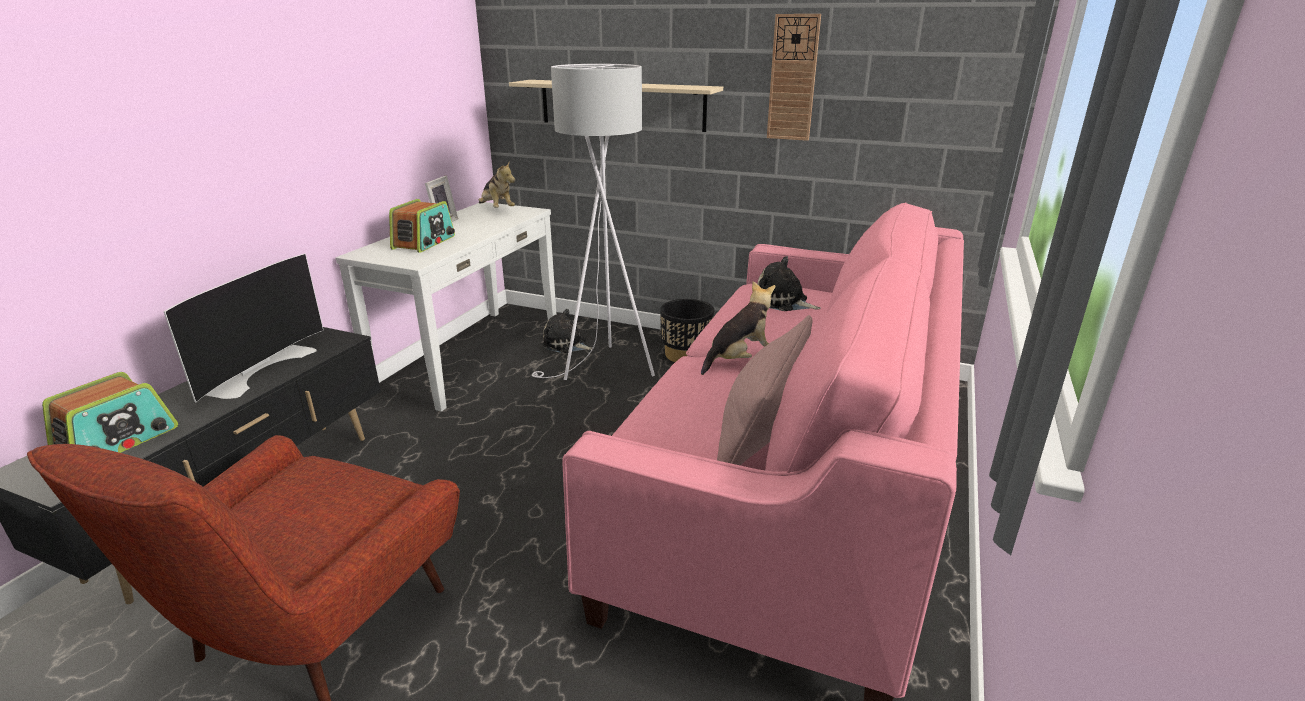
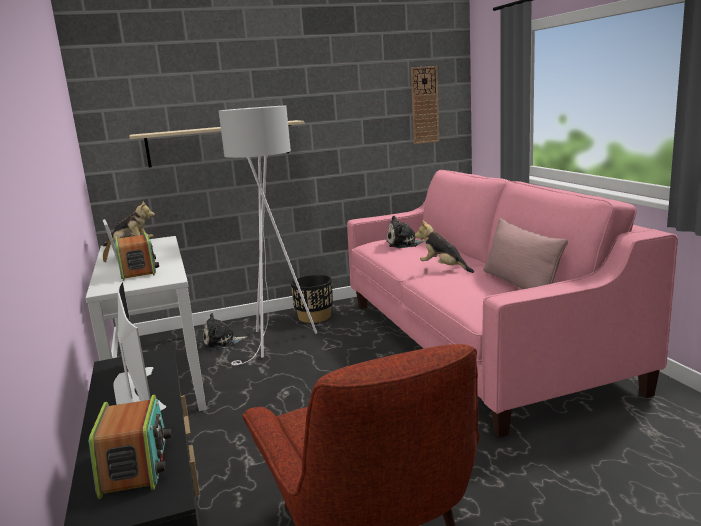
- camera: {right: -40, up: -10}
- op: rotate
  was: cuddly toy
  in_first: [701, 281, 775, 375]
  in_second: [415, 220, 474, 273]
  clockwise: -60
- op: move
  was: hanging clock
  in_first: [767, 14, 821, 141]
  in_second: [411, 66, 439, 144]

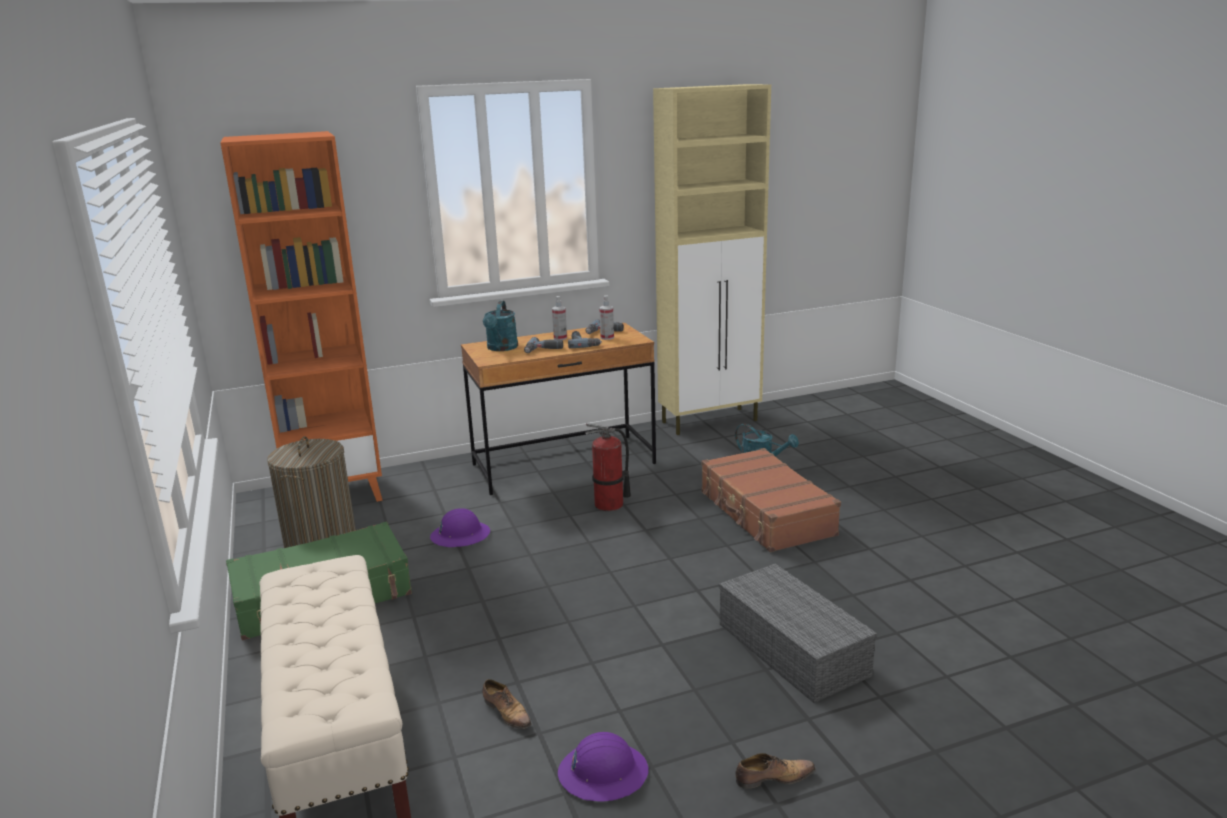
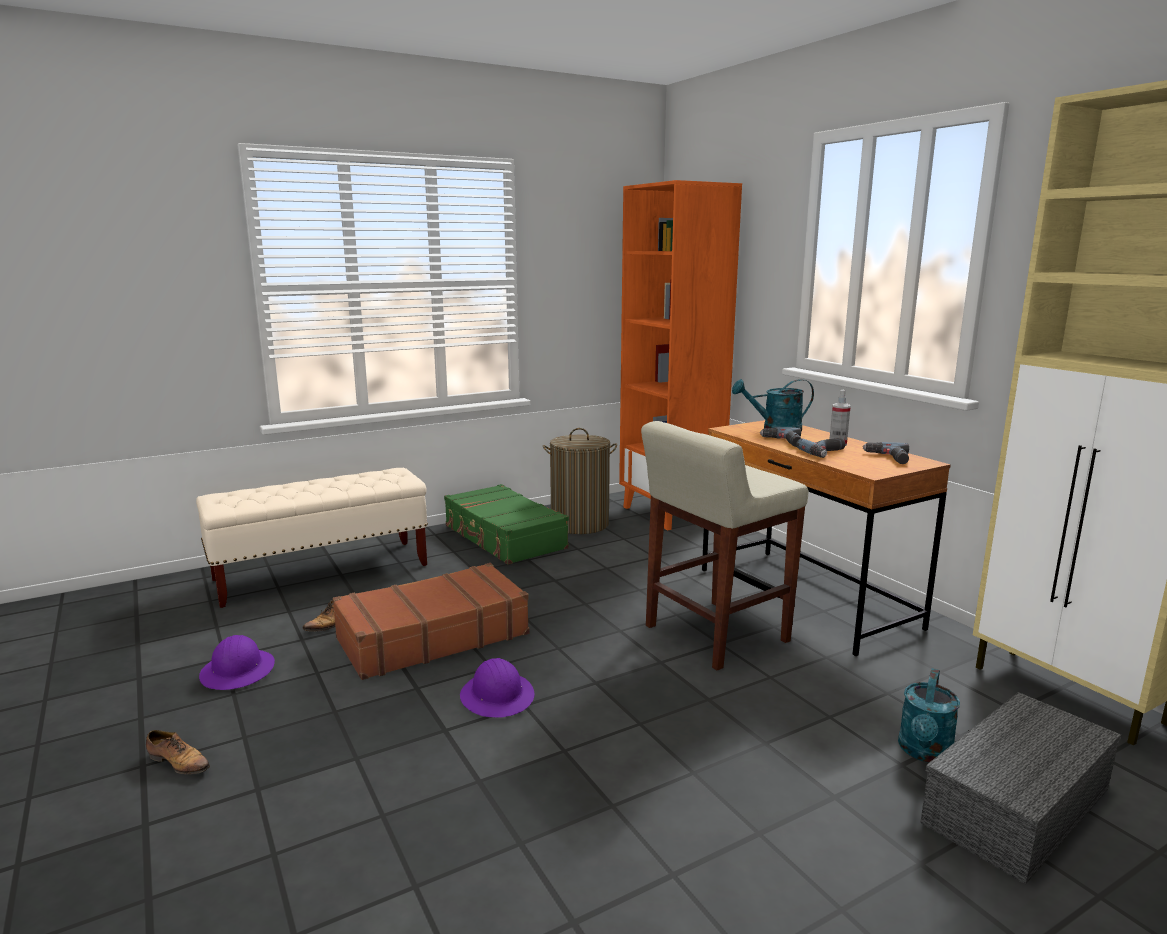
- camera: {right: 80, up: -5}
- op: move
  was: purplish work helmet
  in_first: [430, 508, 490, 547]
  in_second: [460, 658, 534, 718]
- op: replace
  was: extinguisher
  now: sand-coloured stool seat
  in_first: [585, 423, 631, 511]
  in_second: [641, 421, 808, 671]
- op: delete
  was: spray bottle
  in_first: [599, 295, 614, 340]
- op: move
  was: brown-coloured piece of luggage
  in_first: [702, 448, 841, 552]
  in_second: [332, 563, 530, 680]
- op: move
  was: gray storage box
  in_first: [719, 564, 877, 703]
  in_second: [920, 692, 1121, 885]
- op: rotate
  was: item of footwear
  in_first: [735, 753, 816, 789]
  in_second: [146, 730, 210, 774]
  clockwise: -45

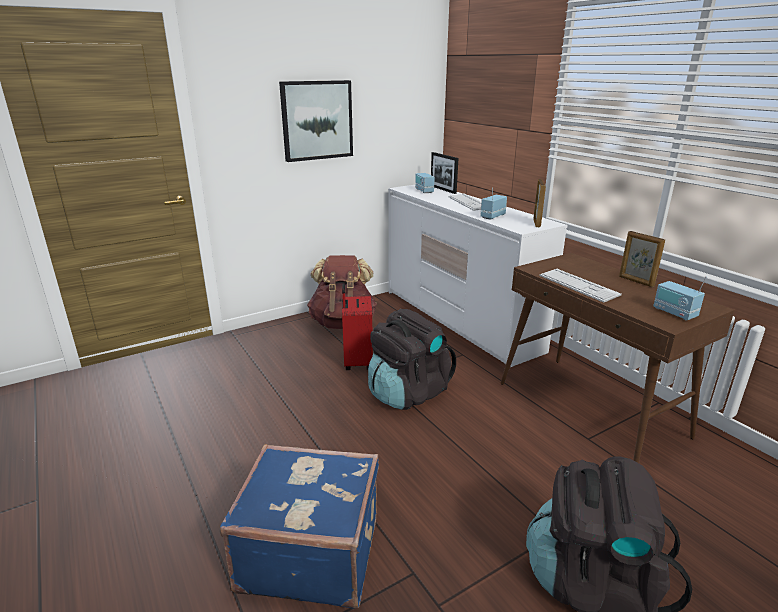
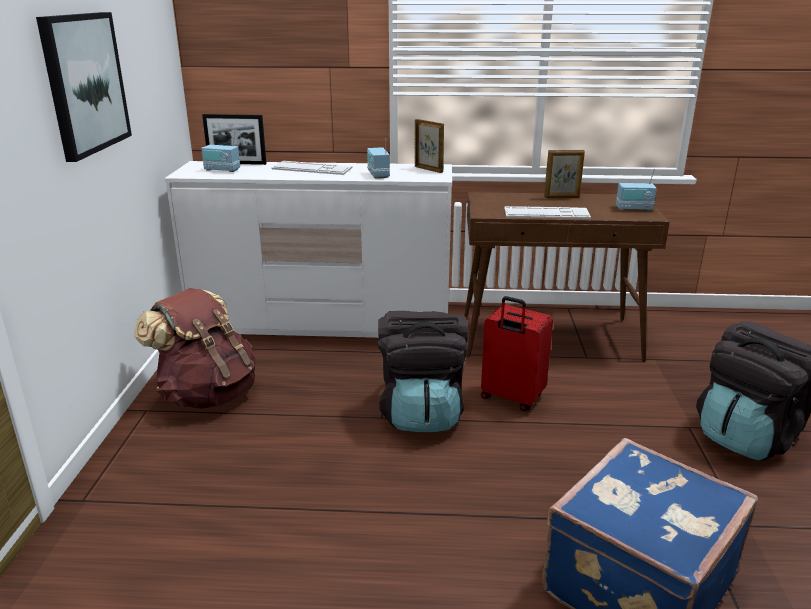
- camera: {right: -55, up: 0}
- op: move
  was: red-coloured piece of luggage
  in_first: [342, 284, 373, 370]
  in_second: [481, 296, 553, 411]

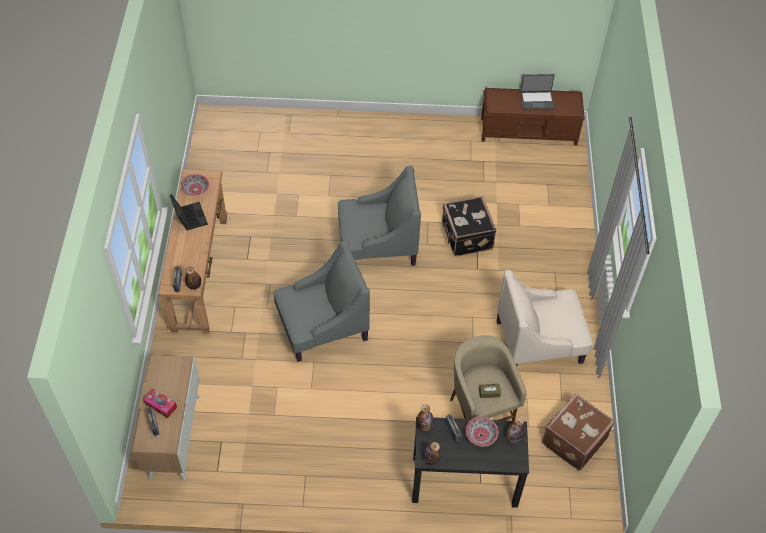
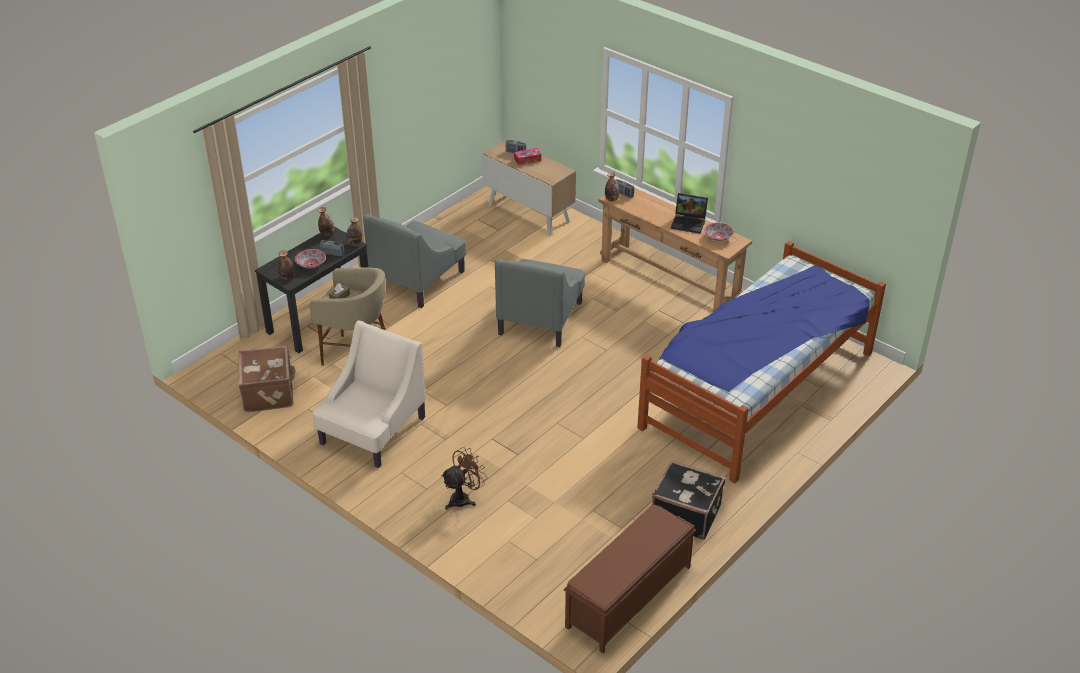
- camera: {right: 130, up: -15}
- op: move
  was: gray easy chair
  in_first: [338, 166, 421, 266]
  in_second: [363, 214, 466, 308]
- op: move
  was: black piece of luggage
  in_first: [442, 196, 496, 256]
  in_second: [652, 460, 726, 540]
- op: delete
  was: notebook computer
  in_first: [520, 74, 555, 110]
- op: insert
  now: brown-coloured electric fan
  in_second: [441, 447, 486, 510]
- op: insert
  now: bedroom bed
  in_second: [637, 241, 886, 483]

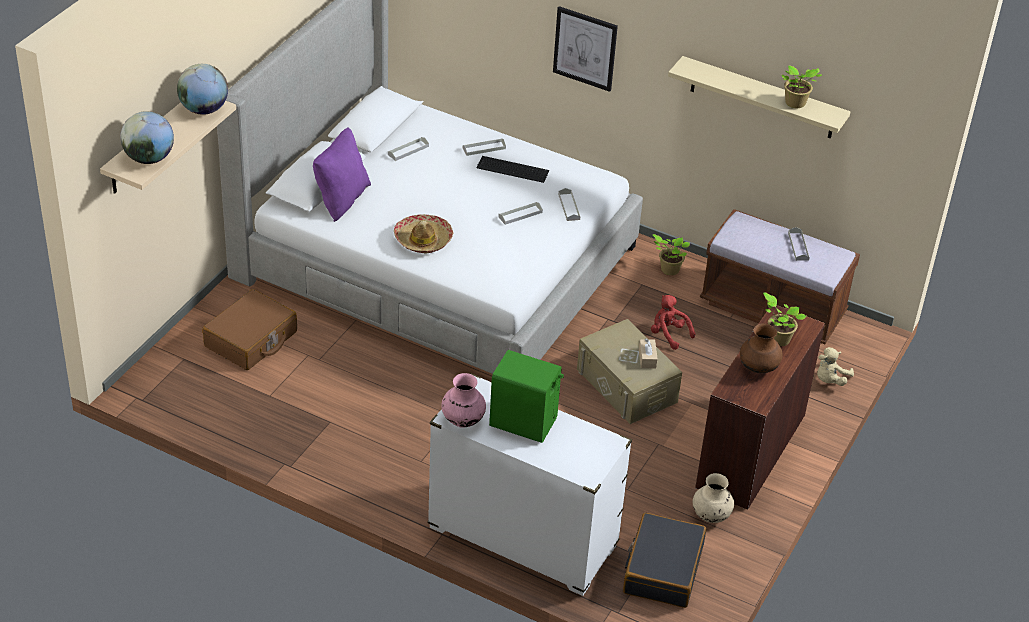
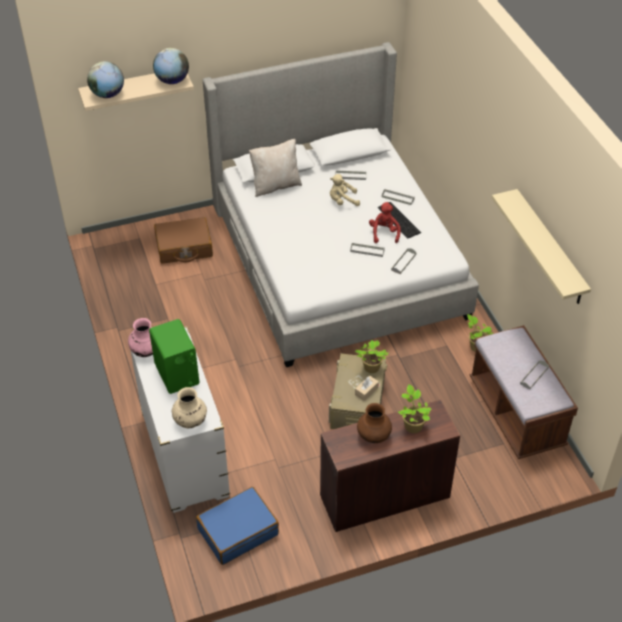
- camera: {right: 45, up: 5}
- op: recolor
  was: purplish pillow
  now: sand-coloured pillow
  in_first: [313, 127, 371, 222]
  in_second: [249, 139, 302, 197]
- op: delete
  was: hat
  in_first: [394, 214, 453, 253]
- op: delete
  was: wall picture
  in_first: [553, 6, 618, 92]
- op: recolor
  was: black piece of luggage
  now: blue piece of luggage
  in_first: [623, 513, 706, 608]
  in_second: [196, 487, 279, 565]
- op: move
  was: red-coloured cuddly toy
  in_first: [651, 295, 695, 350]
  in_second: [369, 202, 401, 243]
- op: move
  was: sand-coloured decorative vase
  in_first: [693, 473, 734, 523]
  in_second: [172, 387, 207, 428]
- op: move
  was: potted plant
  in_first: [782, 66, 822, 108]
  in_second: [355, 340, 388, 373]
- op: move
  was: sand-coloured cuddly toy
  in_first: [817, 347, 854, 386]
  in_second: [330, 174, 360, 206]

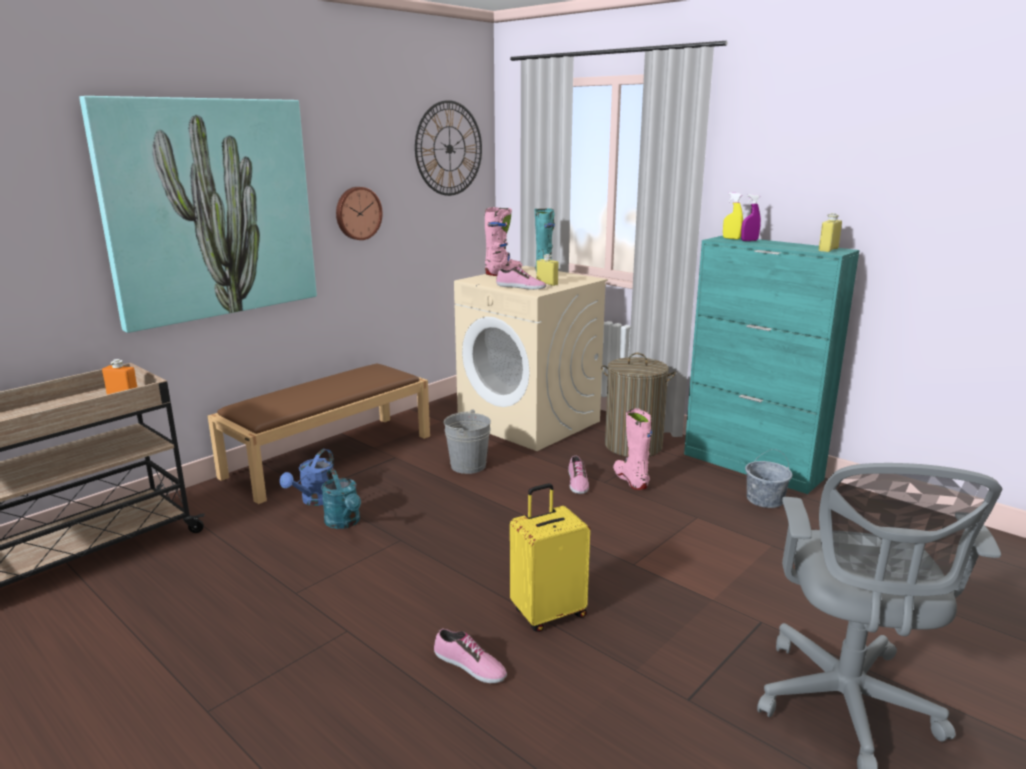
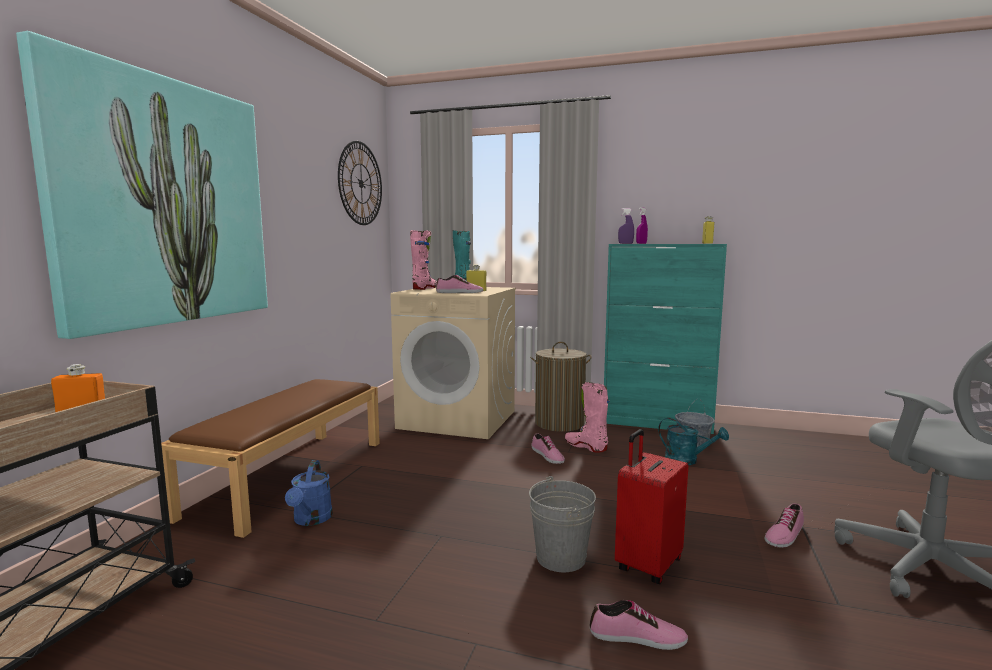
- camera: {right: -25, up: -10}
- op: move
  was: turquoise watering pot
  in_first: [321, 469, 361, 529]
  in_second: [658, 418, 729, 465]
- op: delete
  was: hanging clock
  in_first: [336, 187, 383, 240]
- op: move
  was: gray water bucket
  in_first: [444, 409, 491, 474]
  in_second: [529, 476, 596, 572]
- op: recolor
  was: yellowish piece of luggage
  now: red-coloured piece of luggage
  in_first: [510, 483, 590, 632]
  in_second: [615, 429, 688, 584]
- op: recolor
  was: yellowish spray bottle
  now: purplish spray bottle
  in_first: [723, 192, 743, 240]
  in_second: [618, 208, 634, 244]
- op: insert
  now: item of footwear
  in_second: [764, 503, 804, 548]

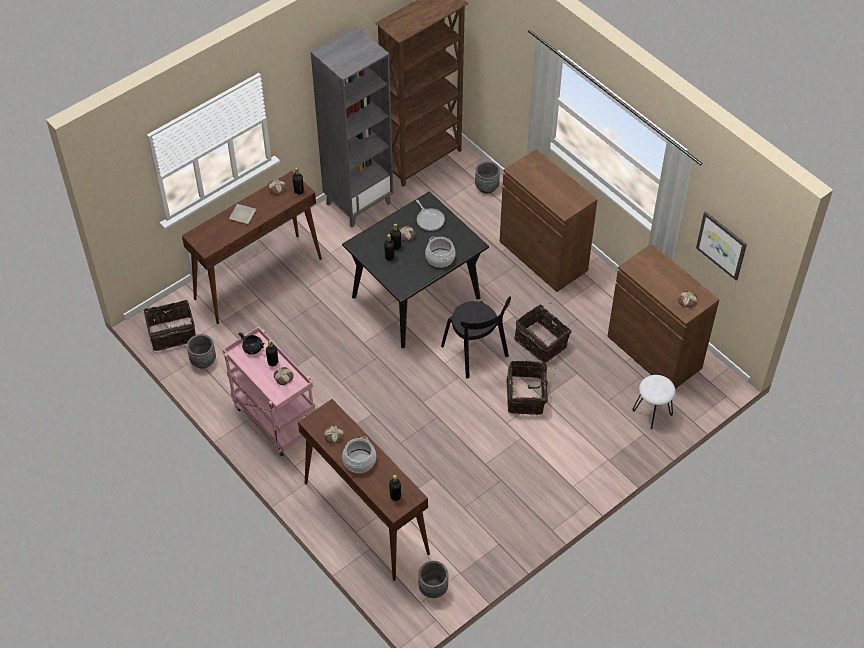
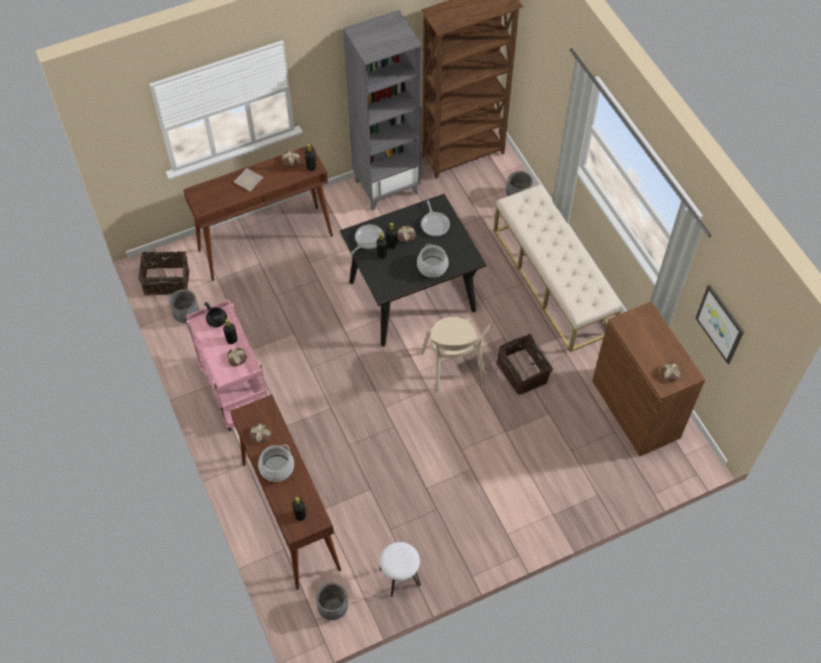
- camera: {right: 15, up: 5}
- op: recolor
  was: black upright chair
  now: sand-coloured upright chair
  in_first: [441, 296, 511, 379]
  in_second: [421, 317, 491, 393]
- op: replace
  was: brown-coloured cabinet
  now: sand-coloured long seat
  in_first: [500, 149, 598, 292]
  in_second: [494, 184, 622, 352]
- op: delete
  was: storage basket
  in_first: [506, 360, 548, 415]
- op: move
  was: white stool seat
  in_first: [633, 375, 675, 429]
  in_second: [379, 542, 421, 597]
- op: insert
  now: frying pan
  in_second: [350, 224, 384, 255]

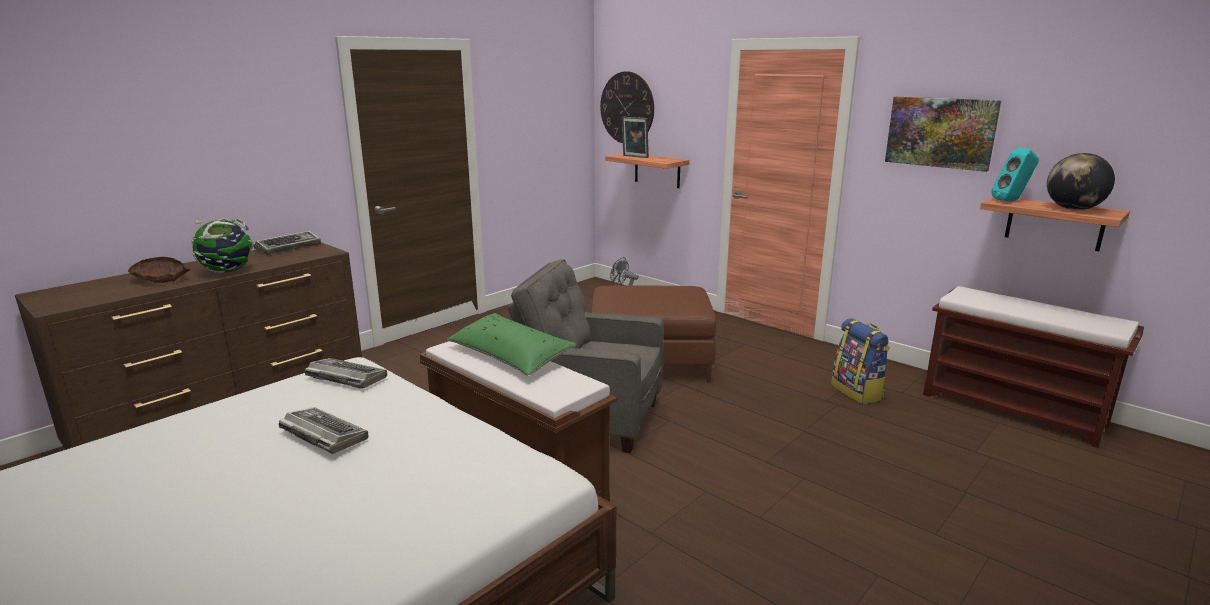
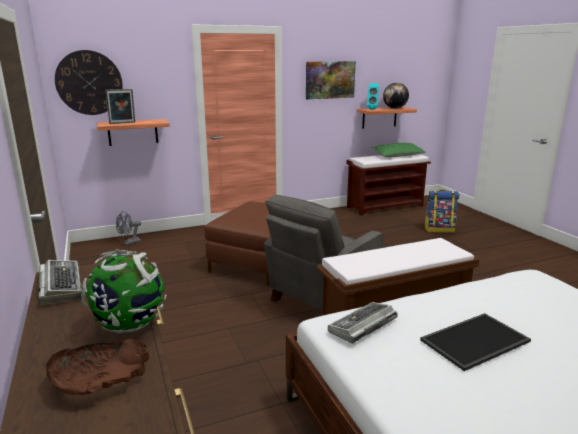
- camera: {right: -65, up: 0}
- op: replace
  was: computer keyboard
  now: tray
  in_first: [279, 407, 368, 454]
  in_second: [420, 313, 531, 371]
- op: move
  was: green-coloured pillow
  in_first: [447, 313, 577, 376]
  in_second: [371, 143, 426, 157]
- op: move
  was: backpack
  in_first: [831, 318, 890, 404]
  in_second: [424, 190, 459, 233]

